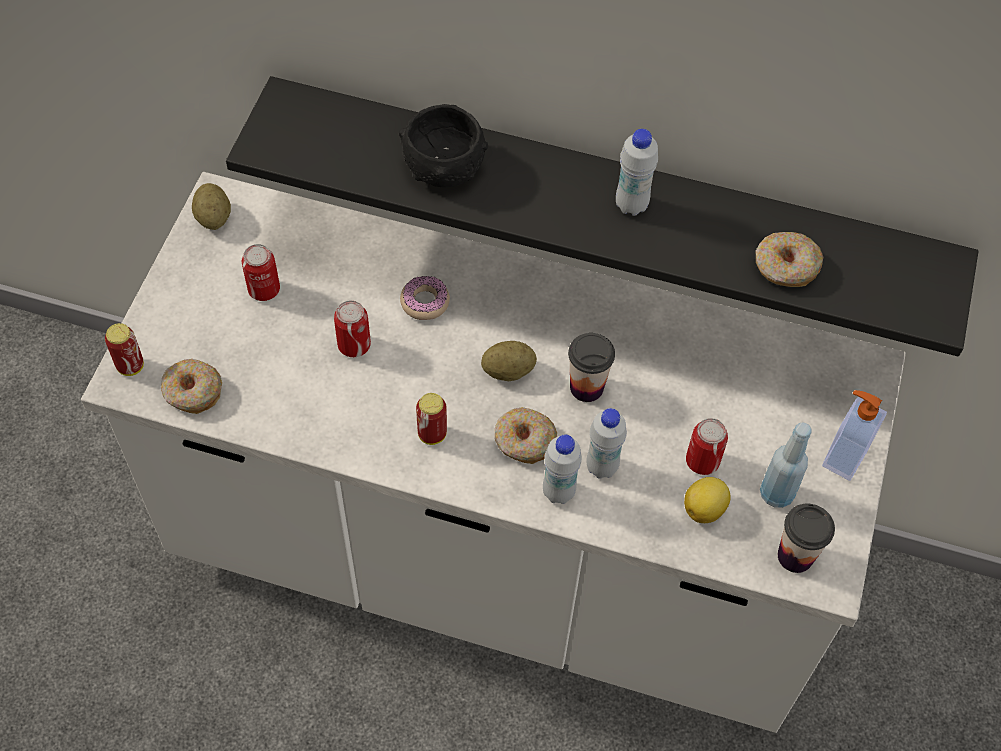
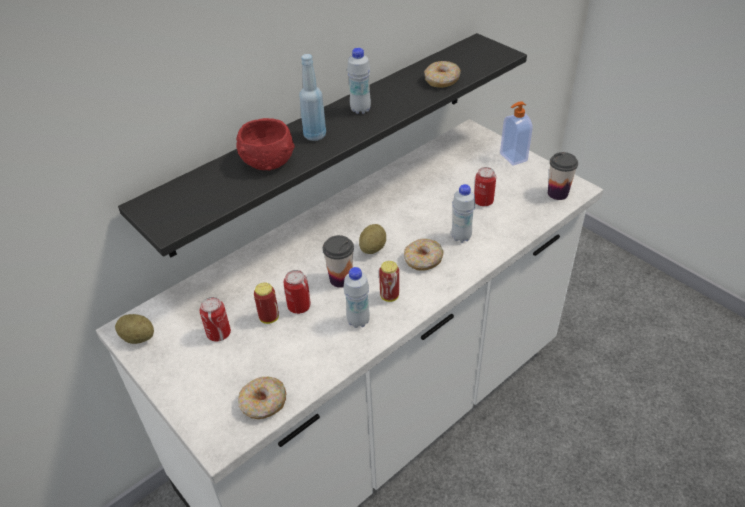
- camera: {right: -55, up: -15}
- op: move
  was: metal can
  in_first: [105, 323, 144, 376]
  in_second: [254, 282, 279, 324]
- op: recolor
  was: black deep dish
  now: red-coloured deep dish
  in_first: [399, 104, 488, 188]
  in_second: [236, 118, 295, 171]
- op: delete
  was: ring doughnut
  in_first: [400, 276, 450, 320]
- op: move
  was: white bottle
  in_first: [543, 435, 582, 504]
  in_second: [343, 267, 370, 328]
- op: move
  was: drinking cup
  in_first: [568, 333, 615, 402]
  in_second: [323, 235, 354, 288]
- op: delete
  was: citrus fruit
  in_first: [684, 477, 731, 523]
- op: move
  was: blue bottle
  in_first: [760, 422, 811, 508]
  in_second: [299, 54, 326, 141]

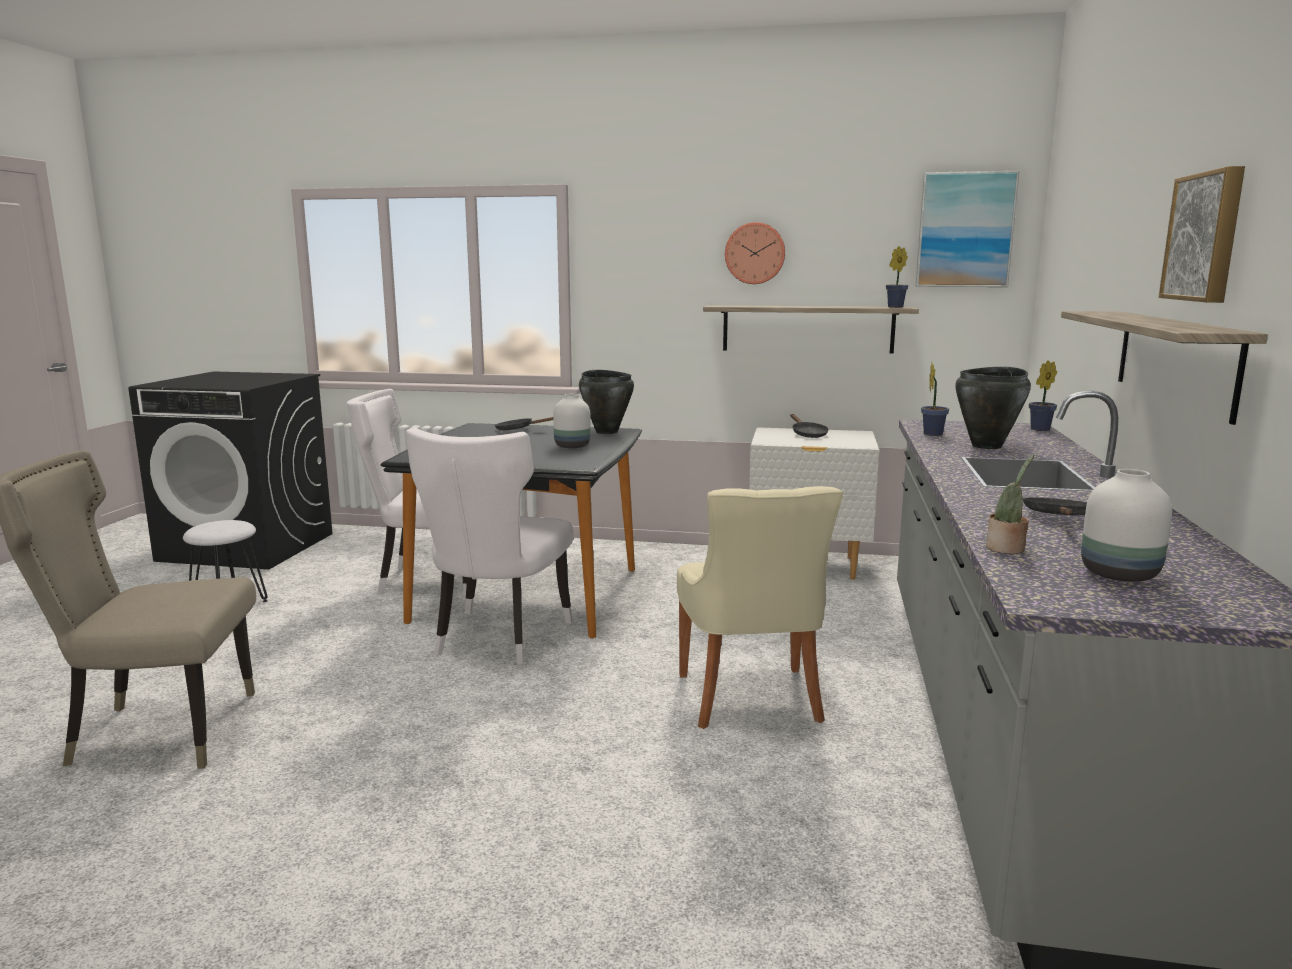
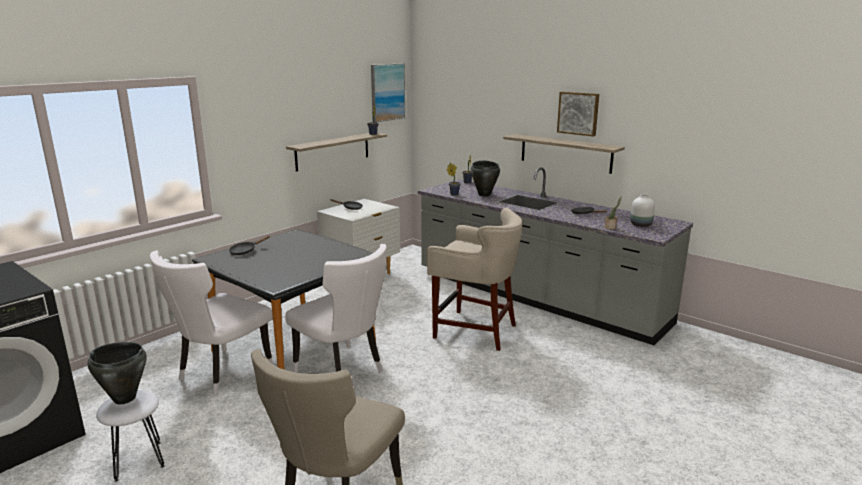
- camera: {right: -60, up: 5}
- op: delete
  was: white decorative vase
  in_first: [553, 394, 591, 448]
- op: move
  was: black saucepot
  in_first: [579, 370, 634, 434]
  in_second: [88, 342, 147, 404]
- op: replace
  was: sand-coloured upright chair
  now: sand-coloured stool seat
  in_first: [677, 486, 843, 729]
  in_second: [427, 208, 522, 351]
- op: delete
  was: hanging clock
  in_first: [725, 222, 785, 284]

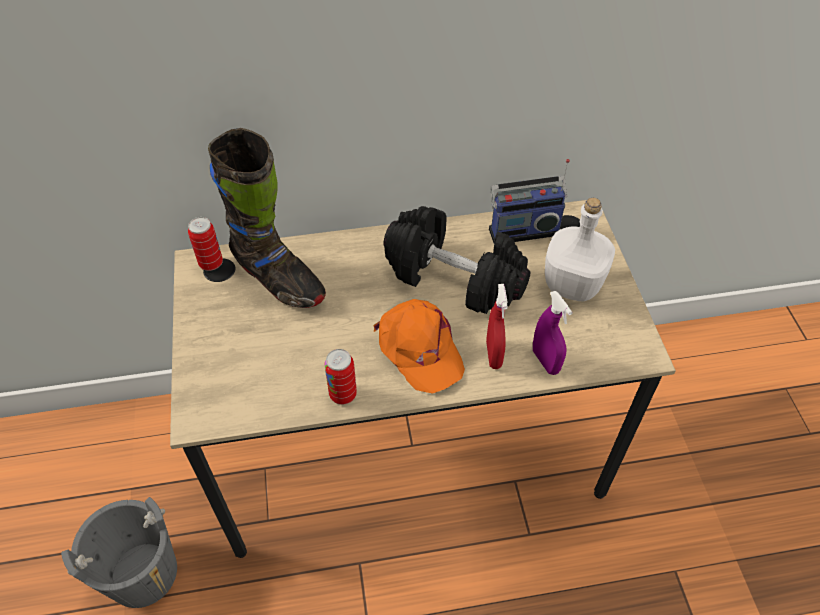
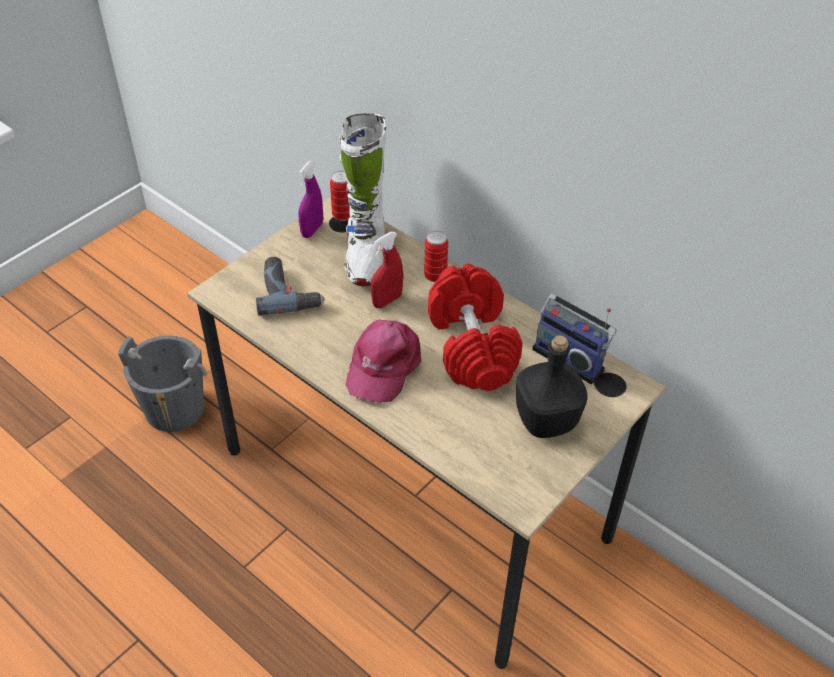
- camera: {right: 50, up: -5}
- op: recolor
  was: black high-top boot
  now: white high-top boot
  in_first: [208, 128, 326, 308]
  in_second: [339, 114, 386, 286]
- op: move
  was: metal can
  in_first: [325, 349, 357, 405]
  in_second: [424, 231, 448, 282]
- op: recolor
  was: orange-coloured cap
  now: pink cap
  in_first: [373, 299, 465, 394]
  in_second: [346, 320, 421, 403]
- op: recolor
  was: black dumbbell
  now: red-coloured dumbbell
  in_first: [384, 206, 530, 314]
  in_second: [428, 264, 523, 391]
- op: move
  was: red-coloured spray bottle
  in_first: [486, 284, 508, 369]
  in_second: [371, 232, 403, 308]
- op: move
  was: purplish spray bottle
  in_first: [533, 291, 573, 375]
  in_second: [298, 161, 323, 238]
- op: recolor
  was: white bottle
  now: black bottle
  in_first: [545, 198, 615, 301]
  in_second: [516, 335, 587, 438]
- op: insert
  now: power drill
  in_second: [256, 257, 325, 316]

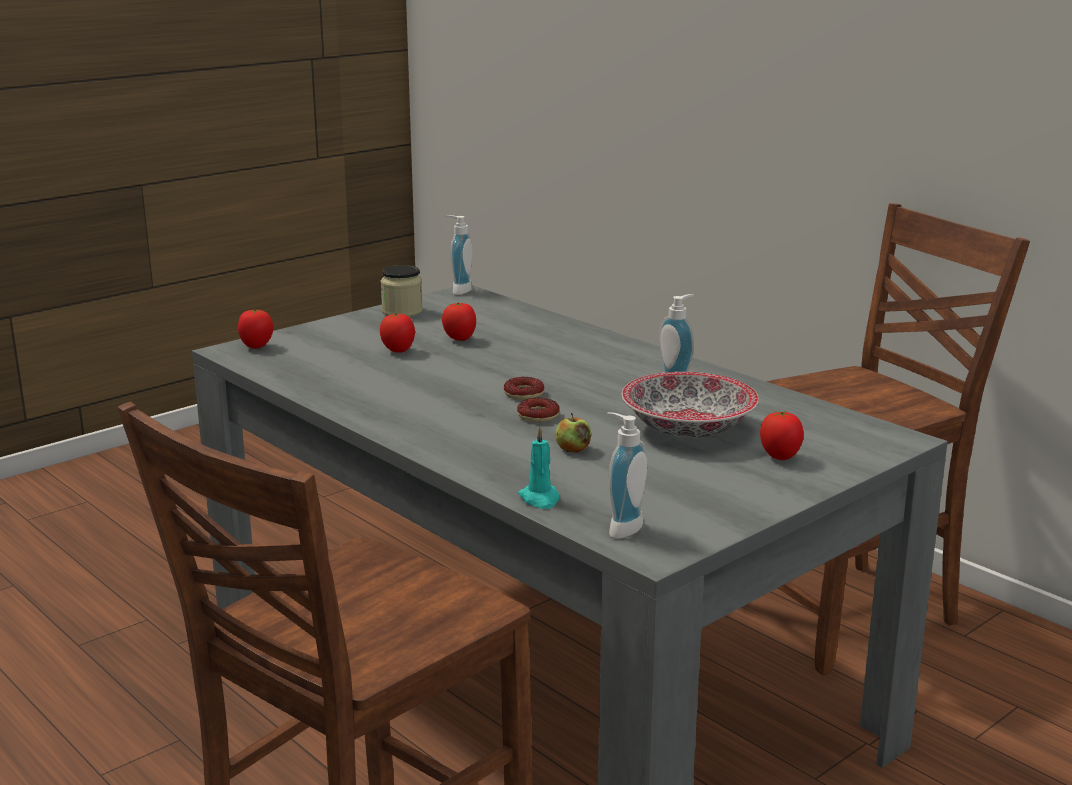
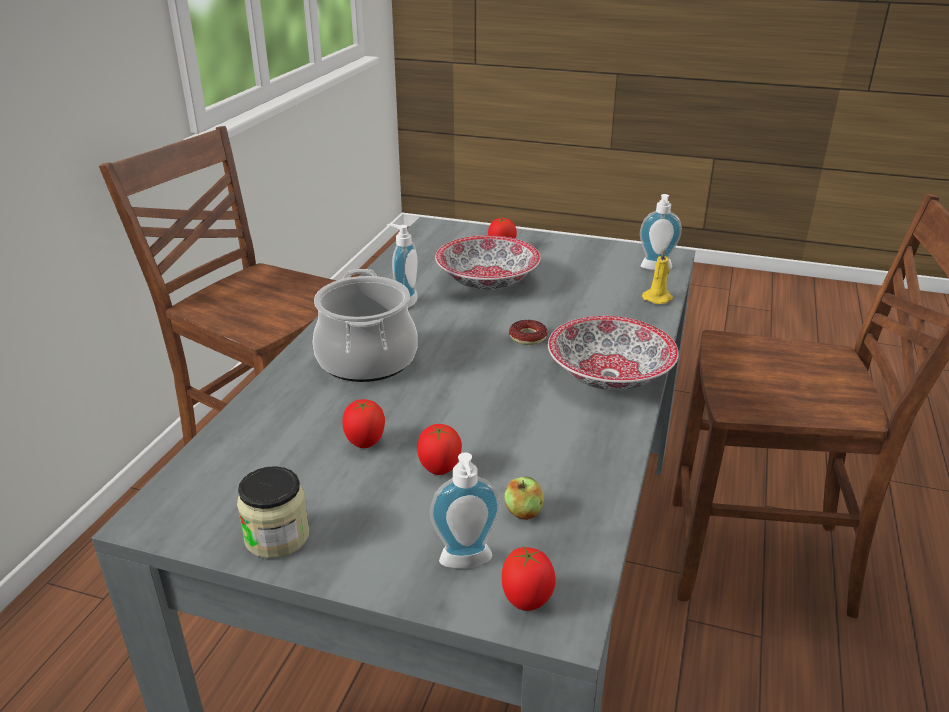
- camera: {right: -120, up: 10}
- op: move
  was: soap dispenser
  in_first: [446, 215, 472, 295]
  in_second: [430, 453, 501, 569]
- op: delete
  was: ring doughnut
  in_first: [504, 377, 545, 400]
- op: recolor
  was: turquoise candle
  now: yellowish candle
  in_first: [518, 426, 559, 509]
  in_second: [642, 249, 673, 304]
- op: move
  was: apple
  in_first: [556, 413, 591, 453]
  in_second: [504, 477, 544, 520]
- op: insert
  now: saucepot
  in_second: [312, 269, 418, 382]
- op: insert
  now: deep dish
  in_second: [548, 316, 679, 391]

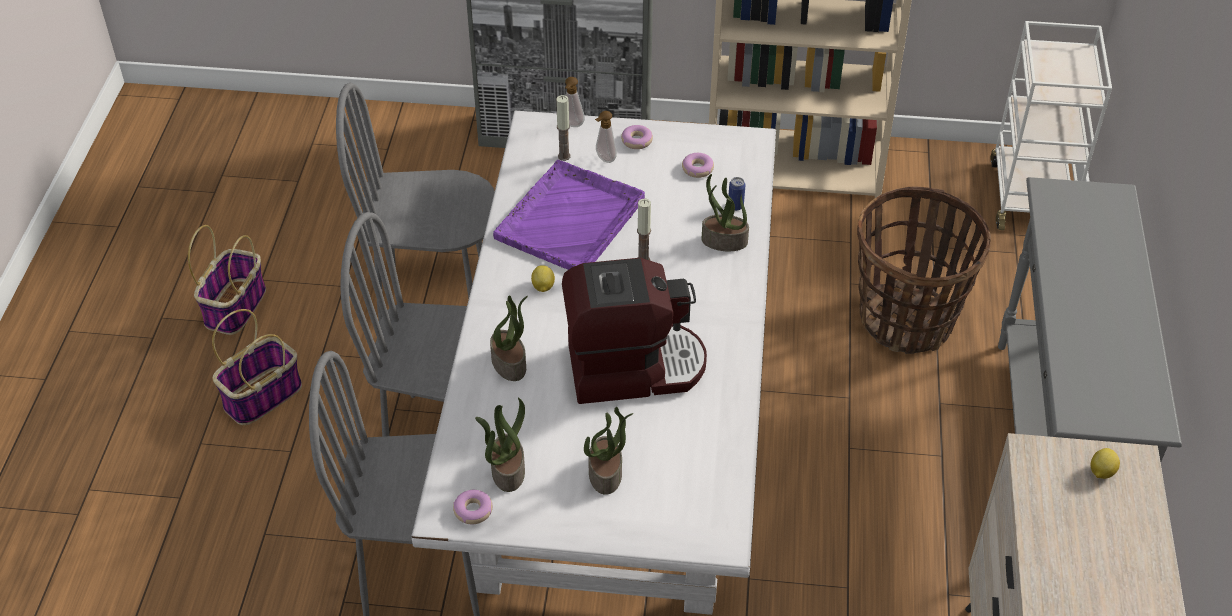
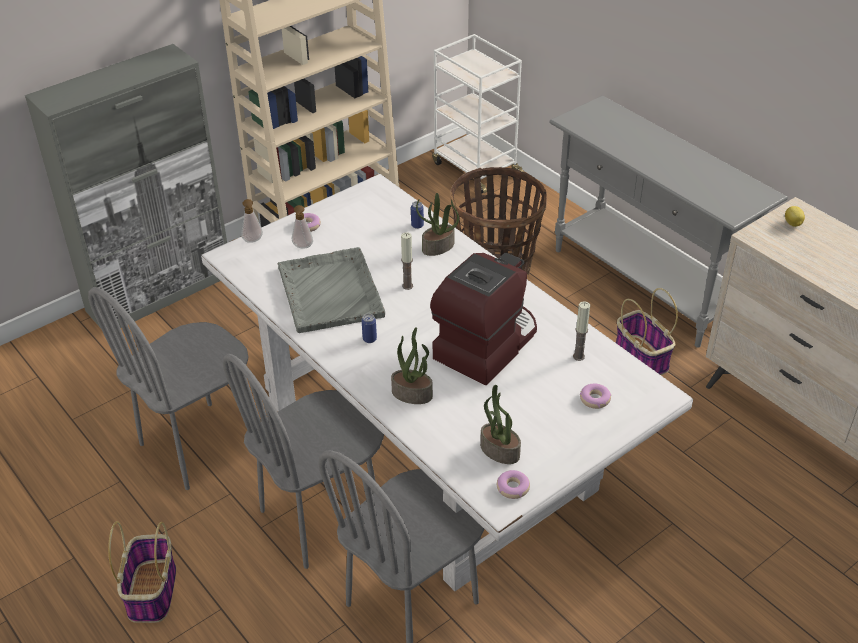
- camera: {right: -45, up: -5}
- op: move
  was: storage basket
  in_first: [188, 225, 266, 335]
  in_second: [616, 288, 678, 375]
- op: recolor
  was: purplish tray
  now: gray tray
  in_first: [493, 160, 645, 270]
  in_second: [277, 247, 385, 333]
- op: replace
  was: citrus fruit
  now: metal can
  in_first: [531, 265, 555, 292]
  in_second: [362, 314, 377, 343]
- op: move
  was: candle
  in_first: [556, 95, 571, 161]
  in_second: [573, 301, 590, 361]
- op: delete
  was: potted plant
  in_first: [584, 407, 633, 495]
- op: move
  was: ring doughnut
  in_first: [682, 153, 714, 178]
  in_second: [580, 383, 611, 409]

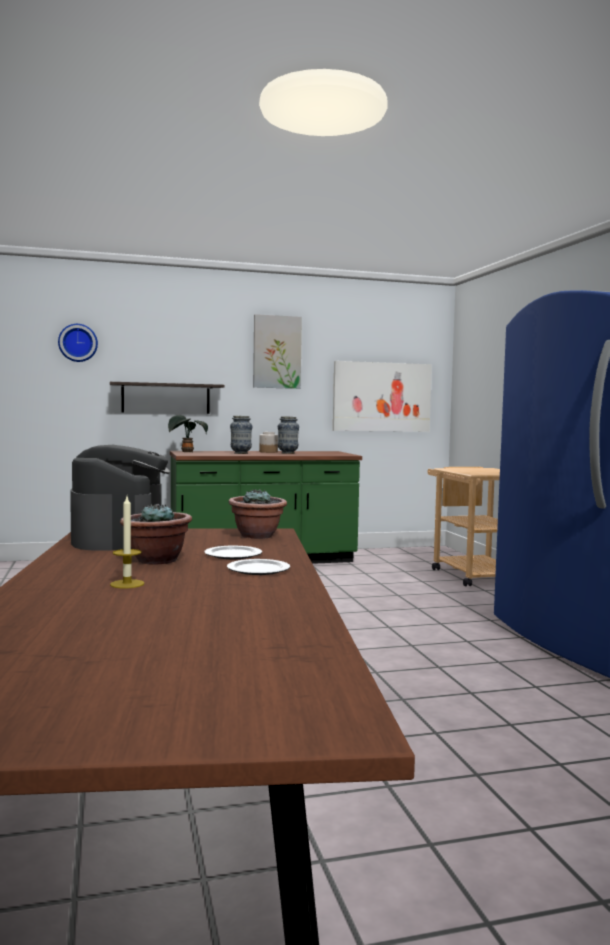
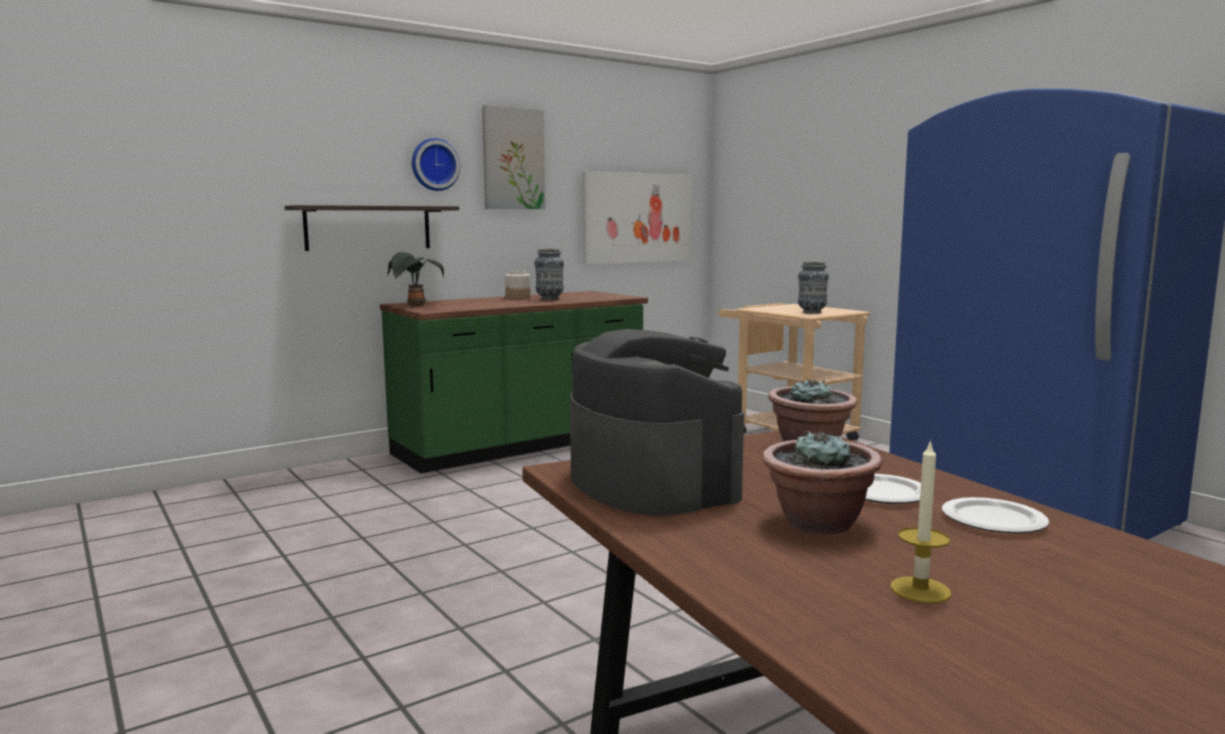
- camera: {right: -20, up: 5}
- op: move
  was: hanging clock
  in_first: [58, 324, 98, 362]
  in_second: [412, 138, 460, 191]
- op: move
  was: decorative vase
  in_first: [230, 416, 252, 454]
  in_second: [798, 262, 829, 314]

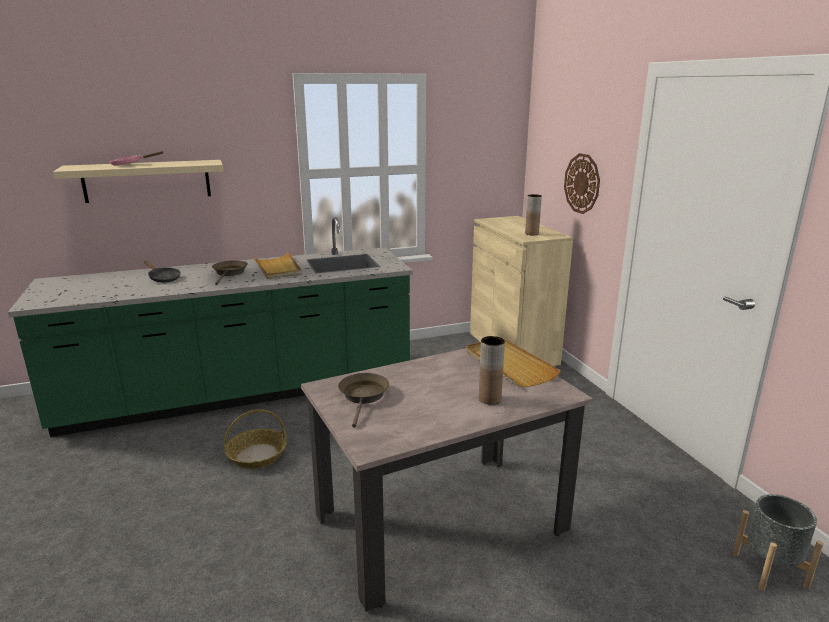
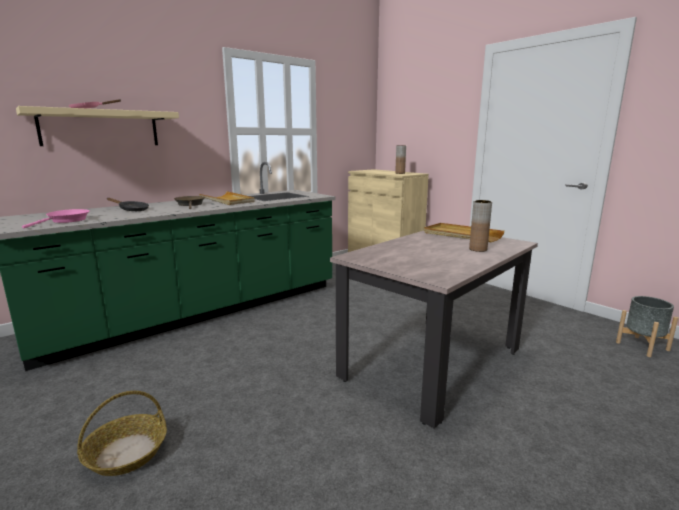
- camera: {right: -20, up: -5}
- op: move
  was: storage basket
  in_first: [224, 409, 287, 469]
  in_second: [77, 391, 167, 476]
- op: delete
  was: brown-coloured frying pan
  in_first: [338, 373, 389, 428]
- op: delete
  was: hanging clock
  in_first: [564, 153, 600, 214]
- op: insert
  now: pink frying pan
  in_second: [22, 209, 89, 229]

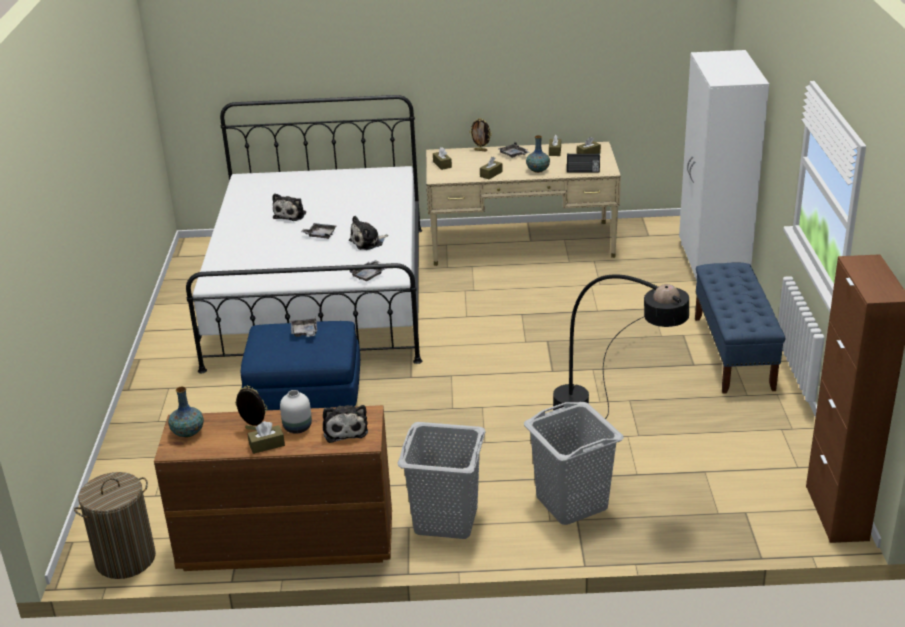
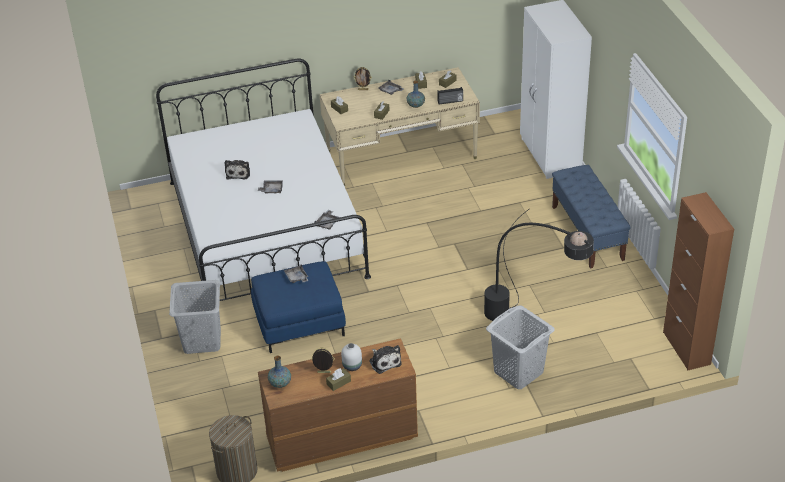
- camera: {right: -15, up: 10}
- op: delete
  was: cuddly toy
  in_first: [349, 216, 388, 250]
- op: move
  was: gray laundry basket
  in_first: [397, 422, 486, 539]
  in_second: [169, 280, 221, 354]

